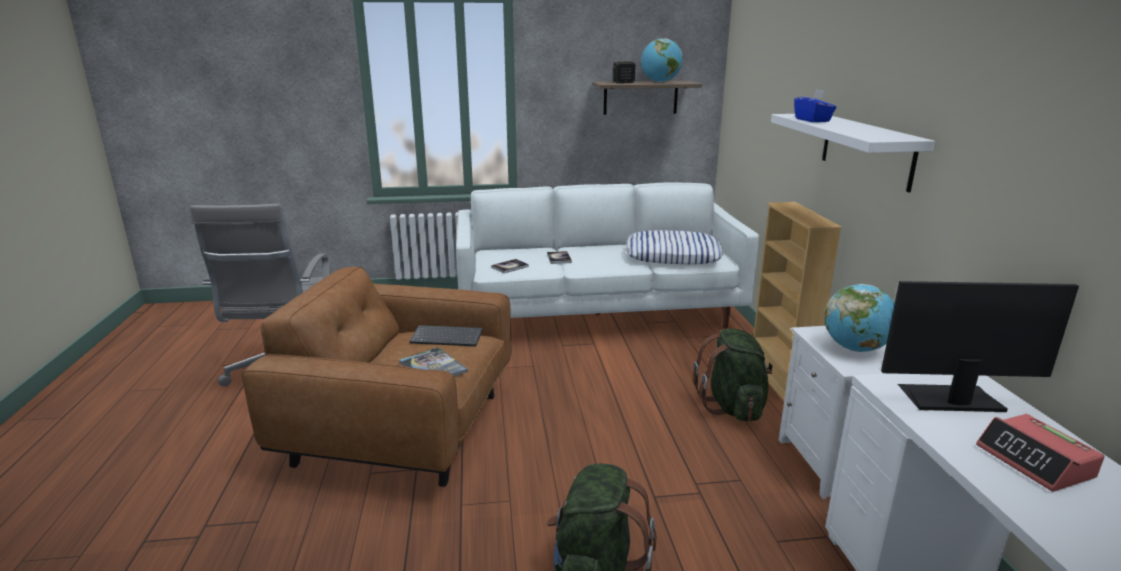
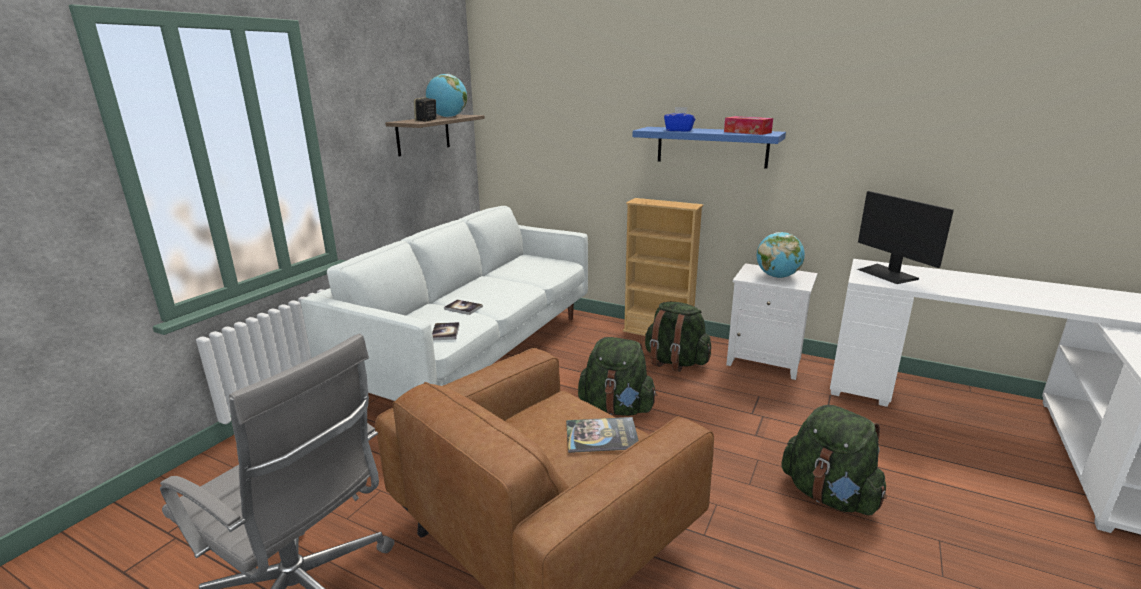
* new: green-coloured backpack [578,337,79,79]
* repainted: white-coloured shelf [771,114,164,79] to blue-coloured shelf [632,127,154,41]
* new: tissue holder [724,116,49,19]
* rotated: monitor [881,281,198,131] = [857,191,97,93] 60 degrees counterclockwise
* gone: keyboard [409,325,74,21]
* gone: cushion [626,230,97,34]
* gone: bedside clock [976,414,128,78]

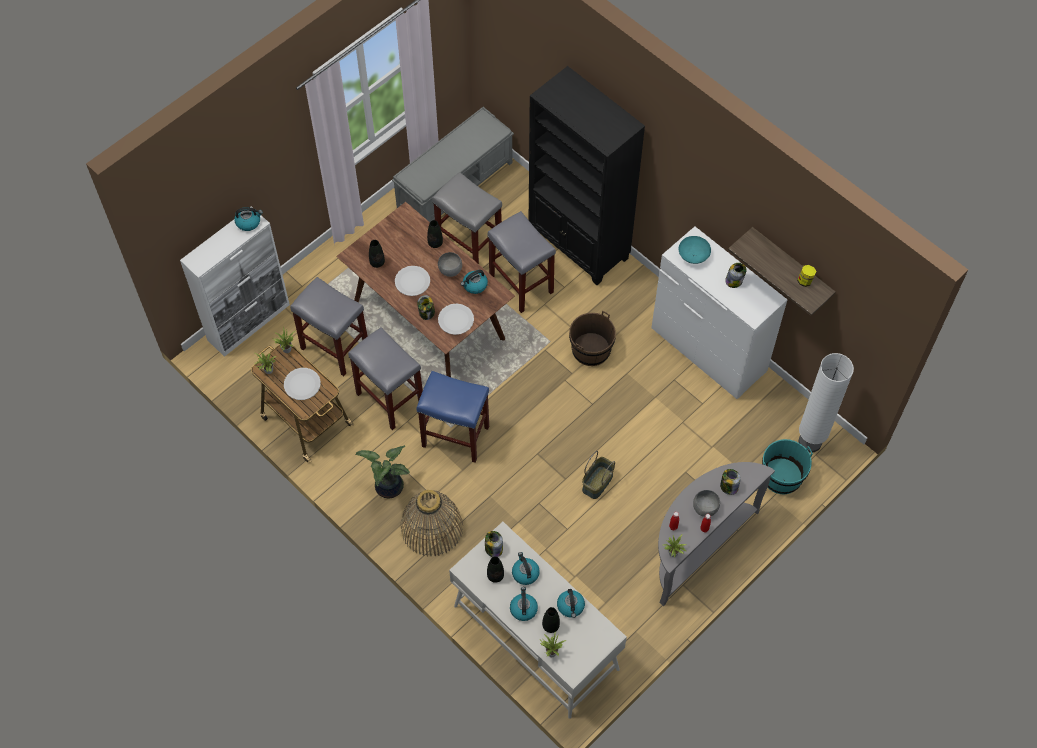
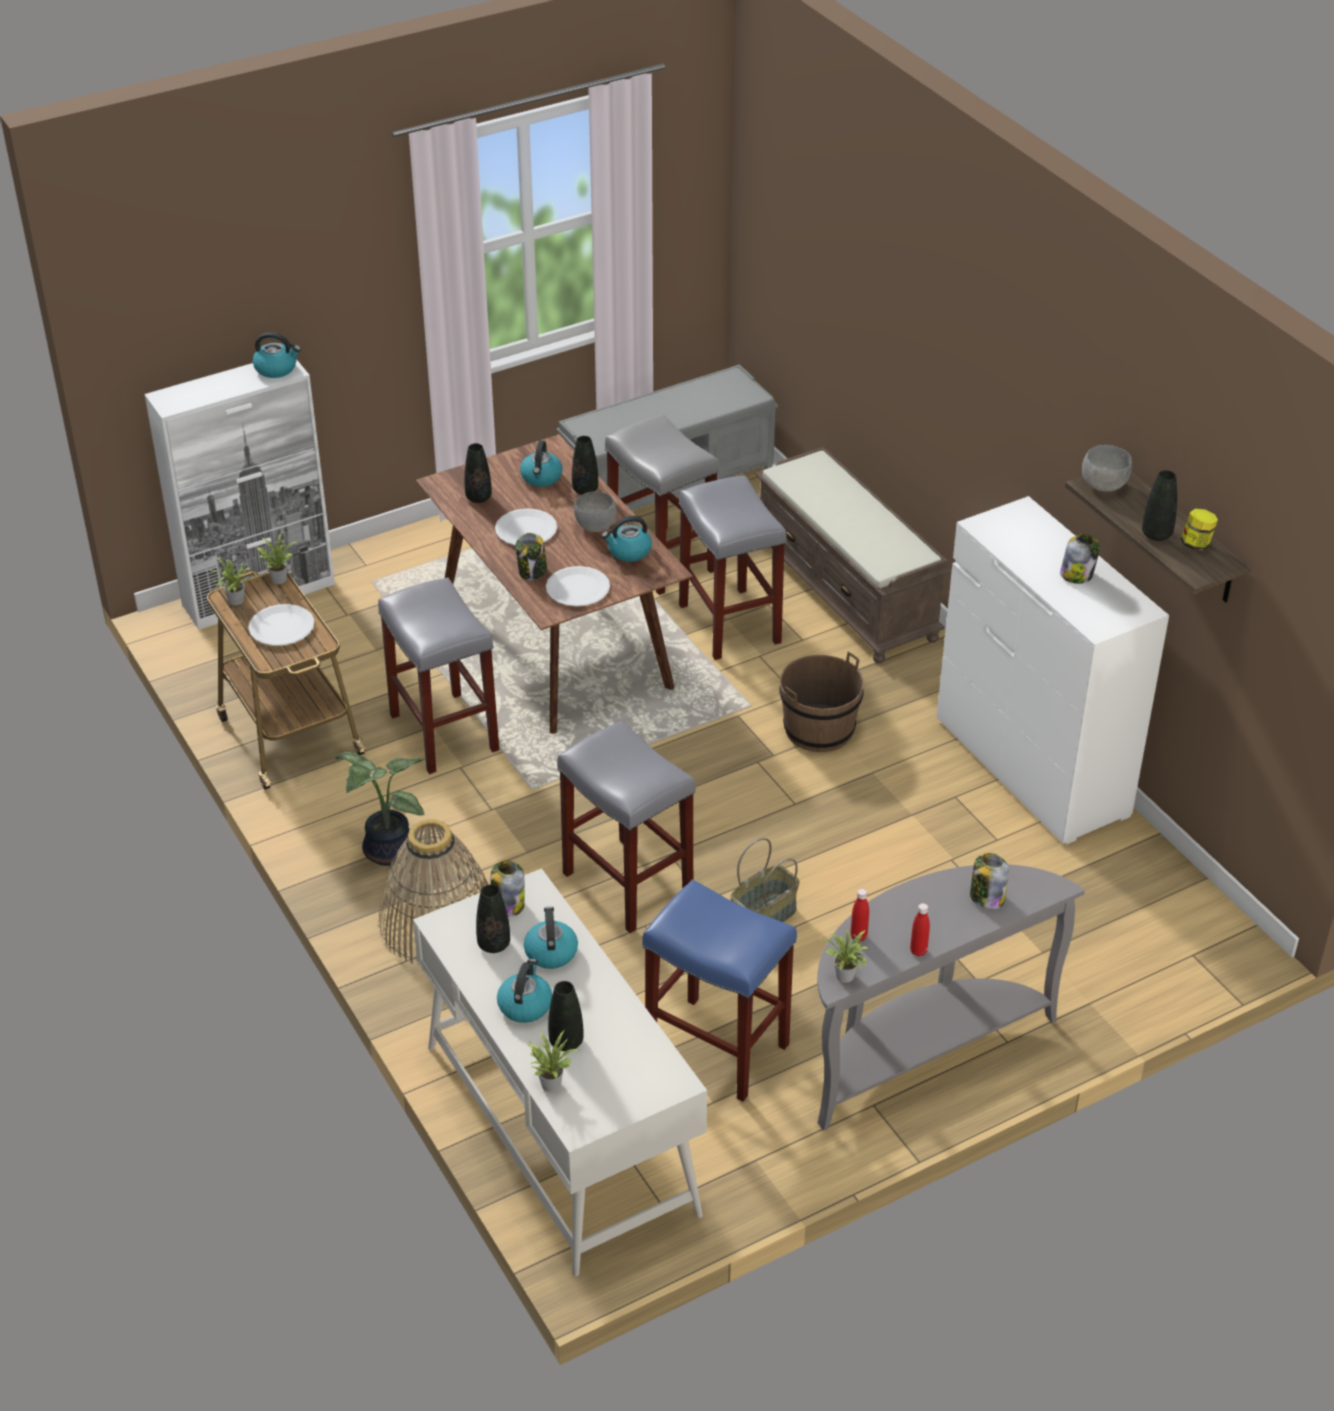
* shifted: tea kettle [557,589,28,29] to [520,440,42,47]
* shifted: grey sitting stool [290,277,78,99] to [557,721,139,212]
* shifted: blue-coloured sitting stool [416,371,73,92] to [642,880,155,222]
* swapped: black shelving unit [529,66,116,219] to brown-coloured long seat [755,447,196,216]
* shifted: grey serving bowl [693,490,27,27] to [1082,445,50,47]
* new: black decorative vase [1142,470,35,71]
* gone: turquoise serving bowl [679,236,32,28]
* gone: turquoise pail [762,439,51,55]
* gone: white-coloured floor lamp [799,353,55,100]

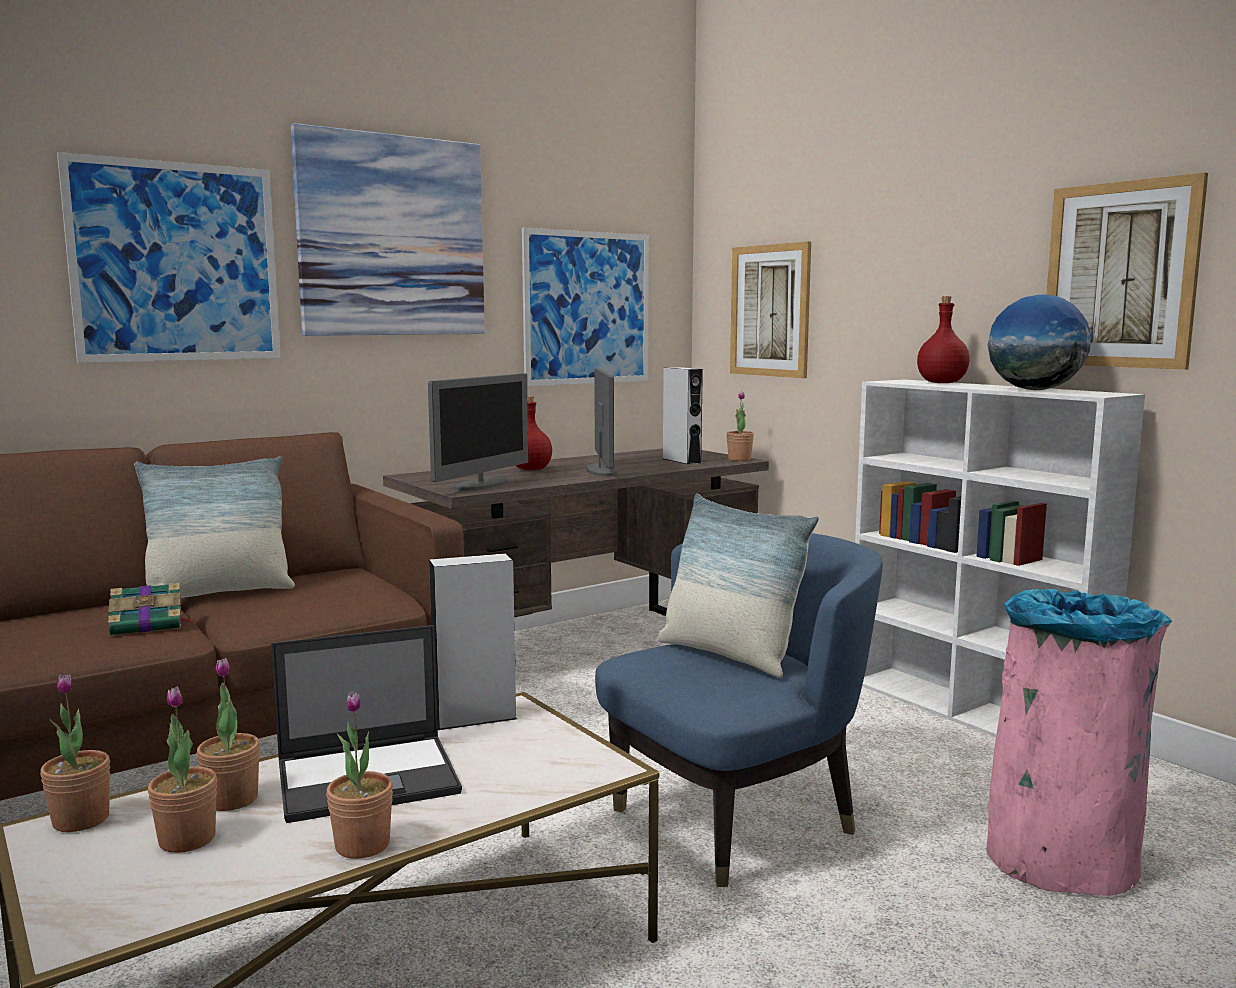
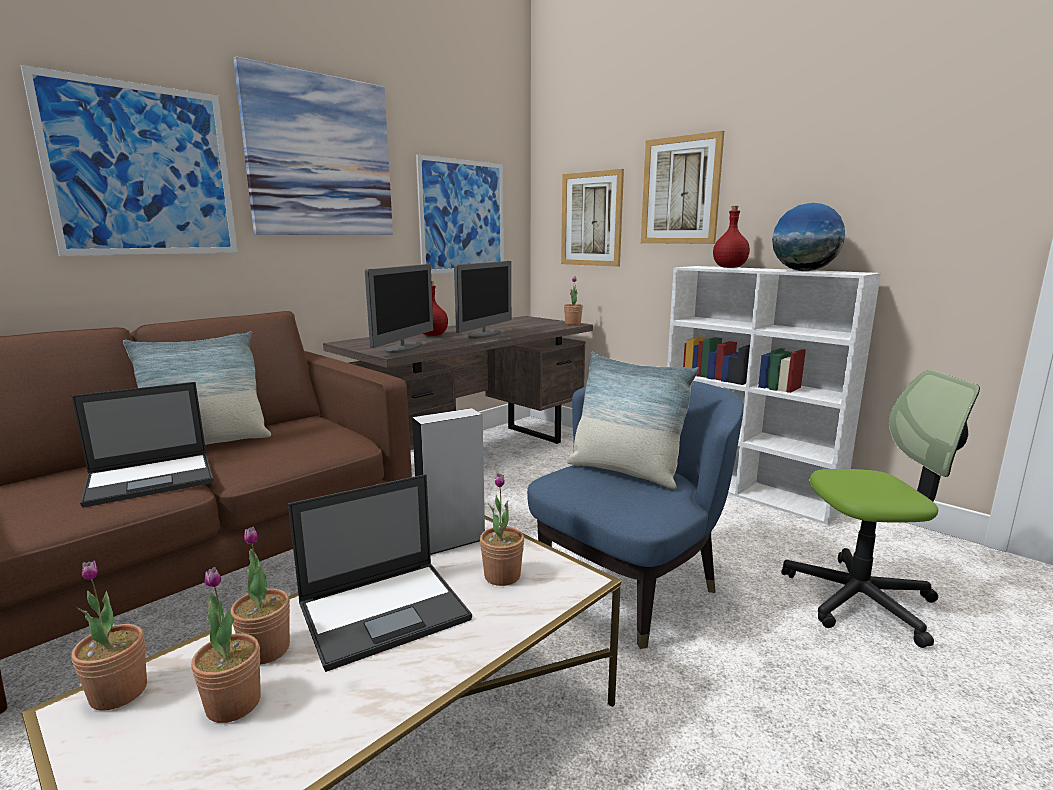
* swapped: book [108,583,86,53] to notebook computer [72,382,141,126]
* rotated: monitor [587,368,32,108] = [454,261,58,78] 45 degrees clockwise
* shifted: potted plant [326,691,67,168] to [480,473,44,113]
* shifted: wall picture [1047,173,161,197] to [641,131,83,113]
* swapped: pinkish waste bin [986,589,186,307] to desk chair [781,370,199,278]
* gone: grey audio speaker [663,367,40,97]

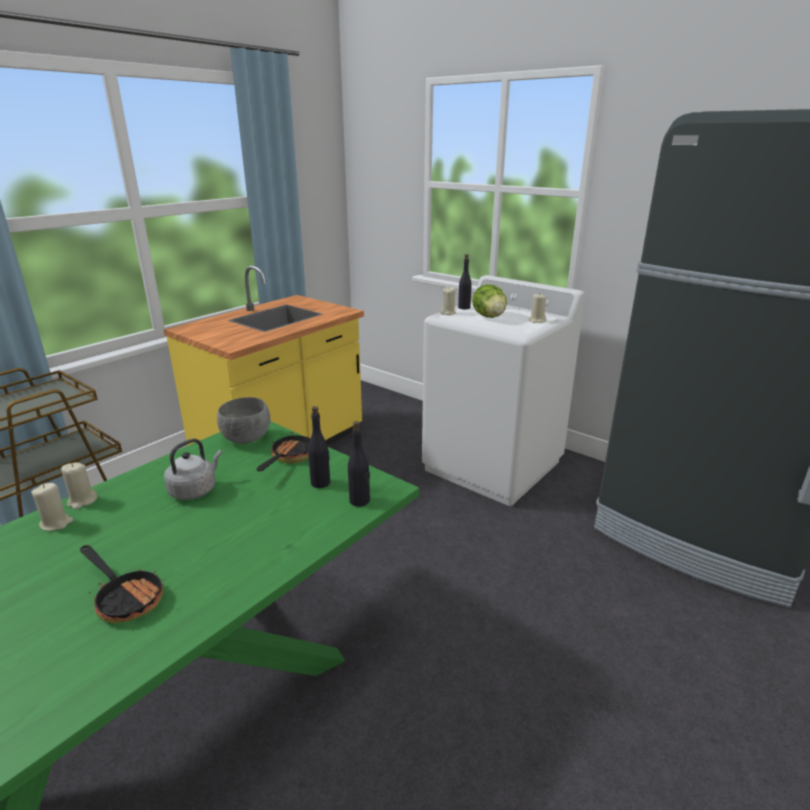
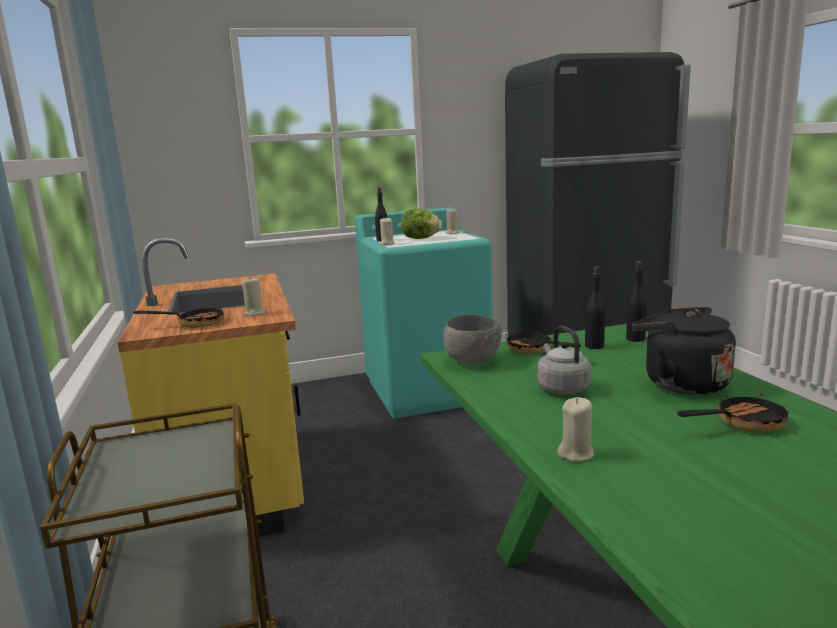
* new: frying pan [133,304,91,24]
* shifted: beige-coloured wax candle [61,462,37,47] to [242,276,24,40]
* repainted: white-coloured laundry machine [422,275,163,231] to turquoise laundry machine [355,207,138,212]
* new: black tea kettle [632,307,104,88]

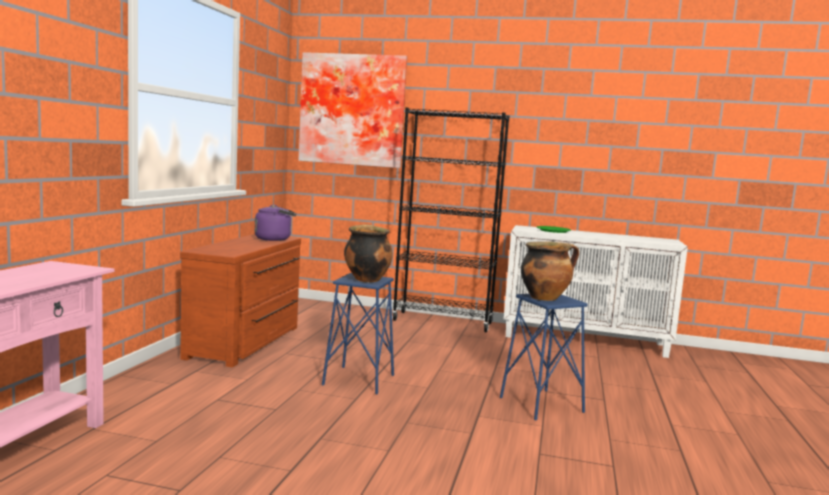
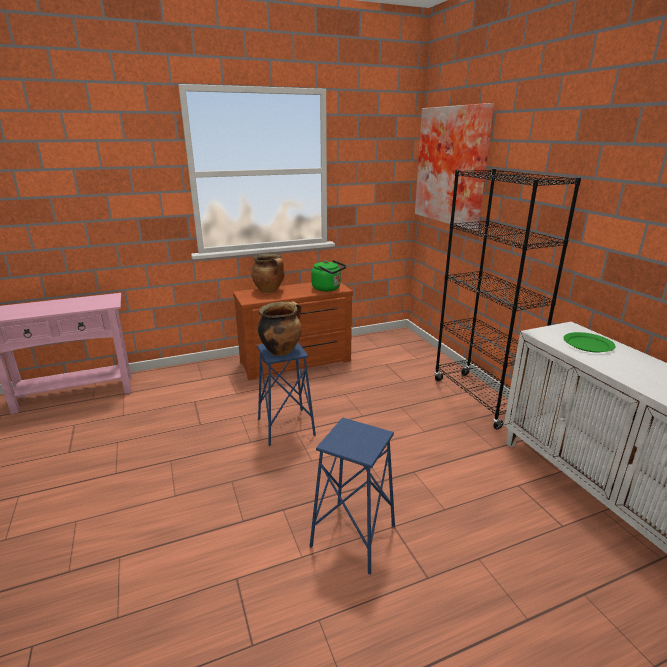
* shifted: saucepot [521,241,58,60] to [251,254,34,39]
* repainted: purple tea kettle [255,205,41,36] to green-coloured tea kettle [311,260,35,31]

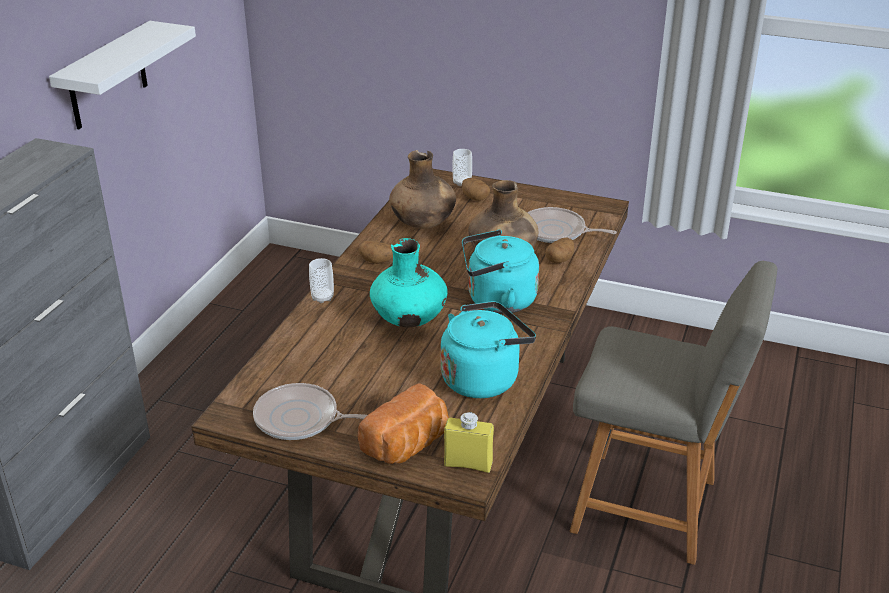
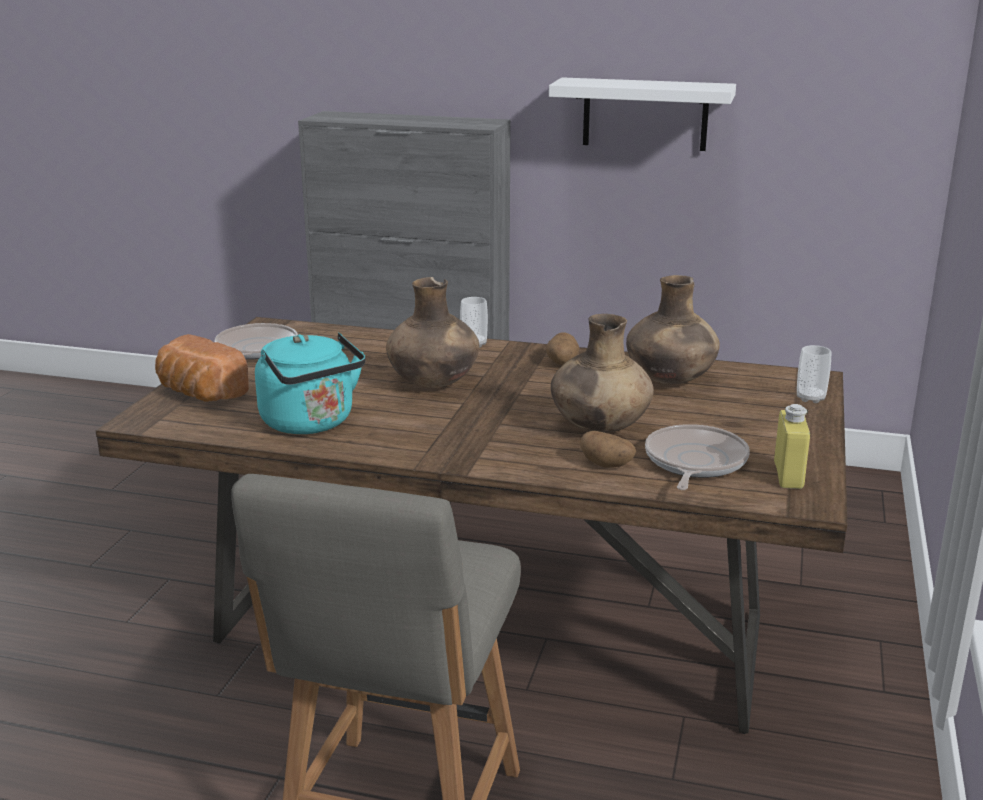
* repainted: turquoise decorative vase [370,238,78,89] to brown-coloured decorative vase [386,277,93,111]
* shifted: yellowish beverage bottle [444,412,50,61] to [774,404,36,85]
* gone: potato [462,178,28,23]
* gone: turquoise tea kettle [462,230,77,84]

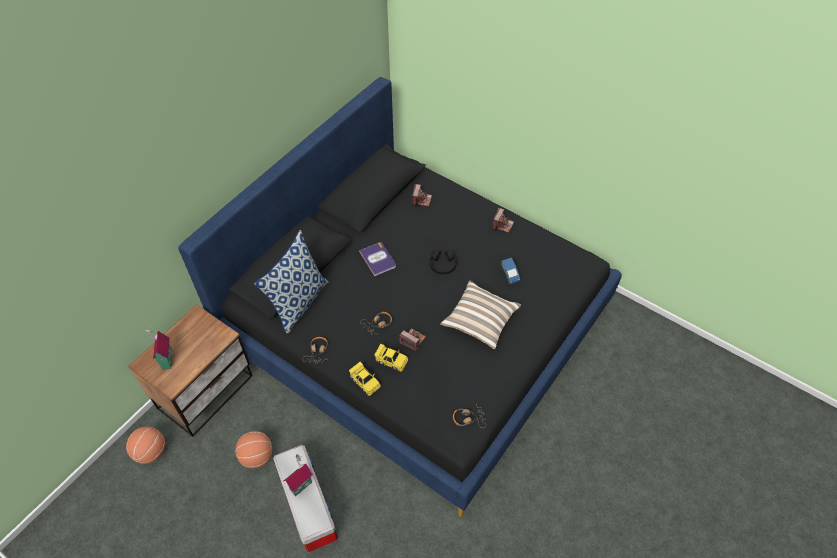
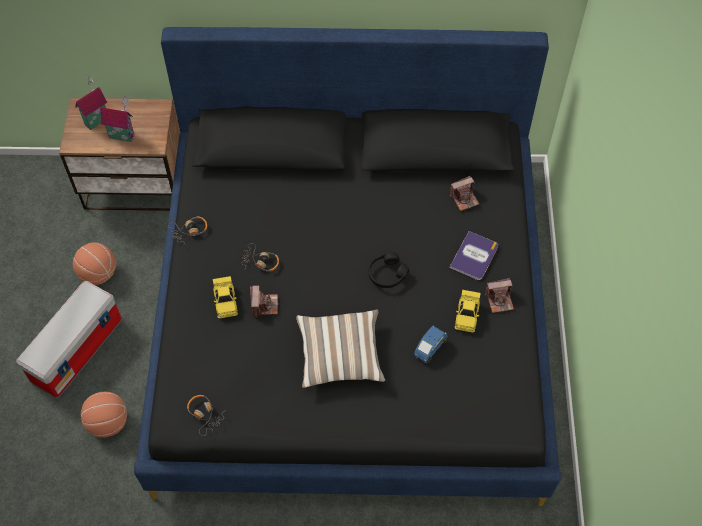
* shifted: basketball ball [126,427,39,37] to [81,392,46,46]
* shifted: miniature house [284,454,29,42] to [100,96,34,46]
* shifted: book [359,242,37,34] to [450,231,48,49]
* shifted: yellowish miniature car [349,362,32,34] to [454,290,27,43]
* gone: cushion [254,230,75,104]

